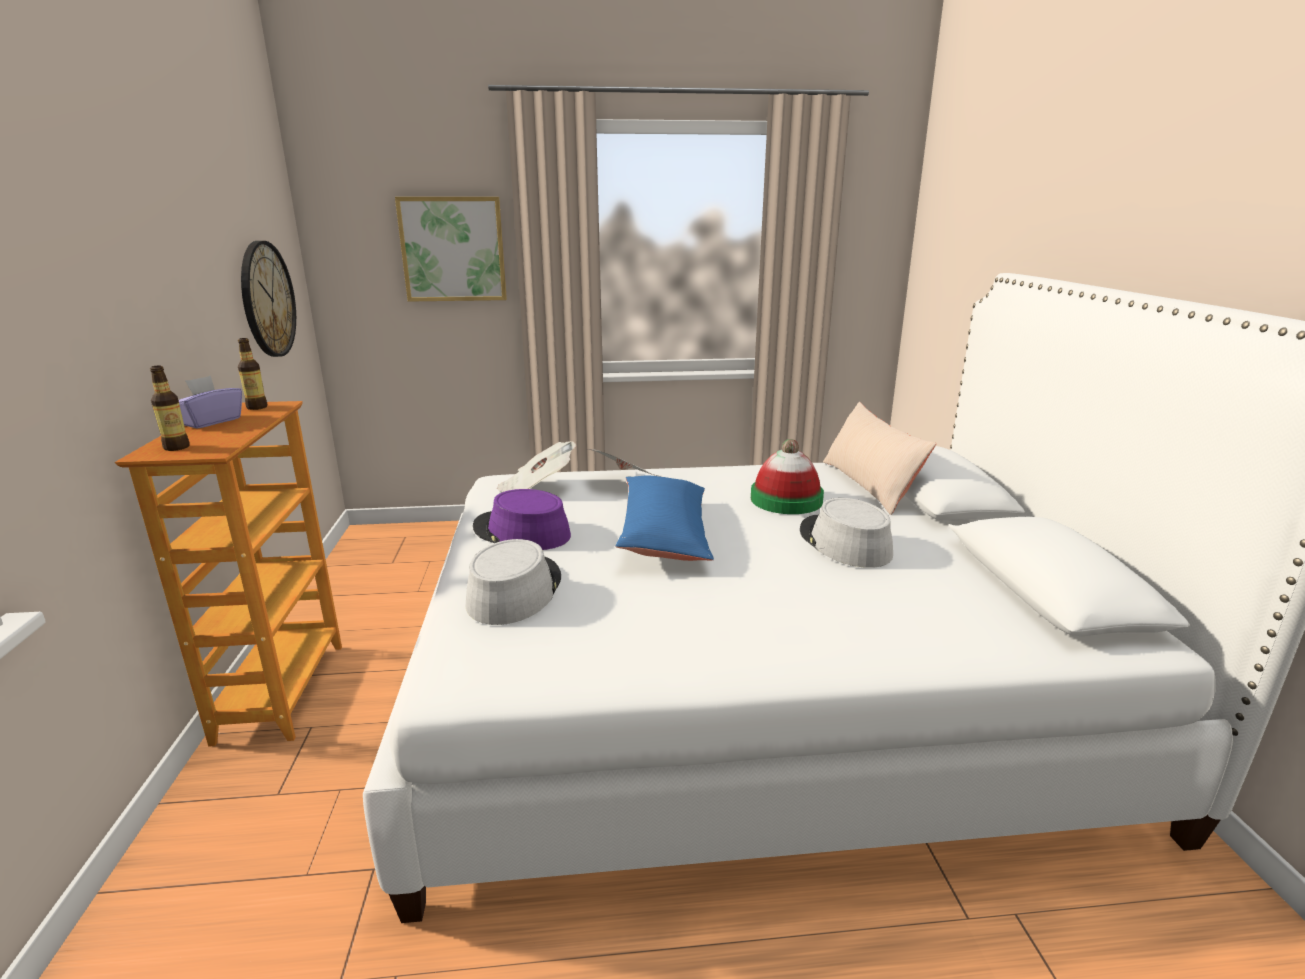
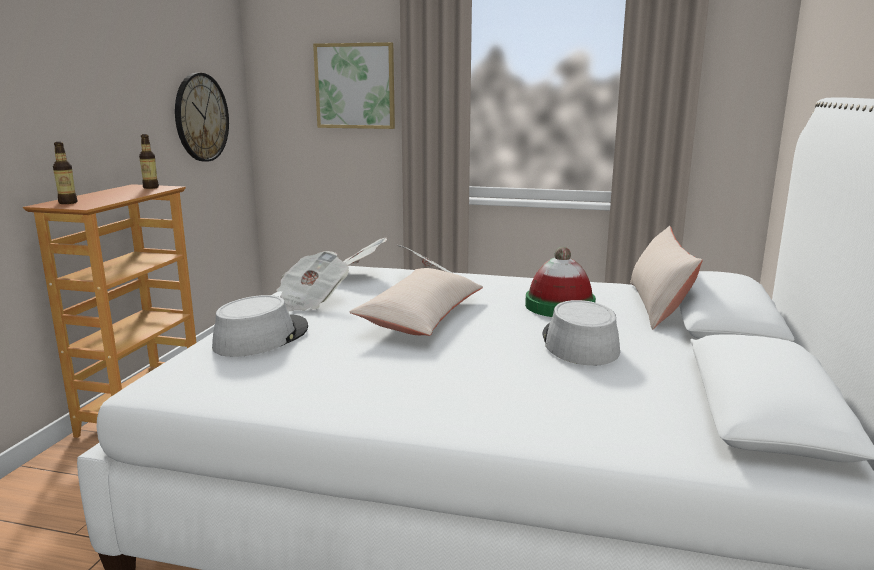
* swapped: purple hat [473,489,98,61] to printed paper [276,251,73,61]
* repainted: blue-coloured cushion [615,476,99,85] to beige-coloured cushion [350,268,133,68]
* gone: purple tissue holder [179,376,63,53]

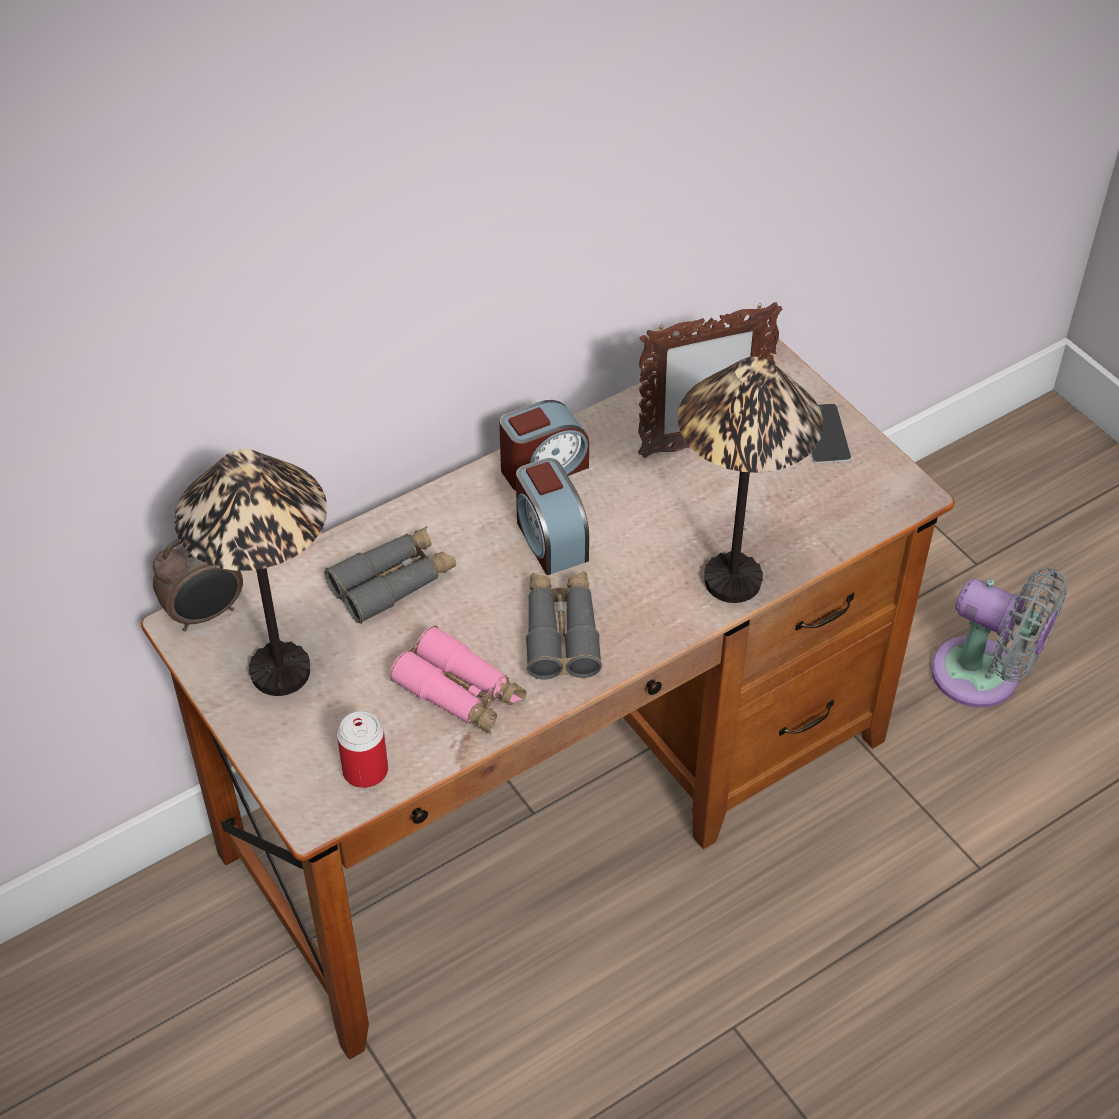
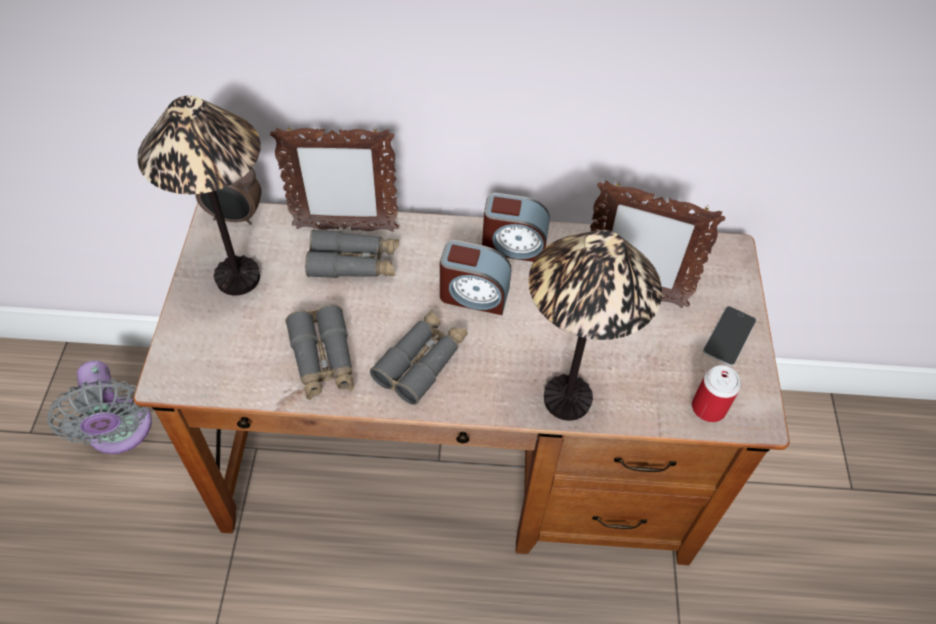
* shifted: grey electric fan [931,568,136,139] to [47,360,105,94]
* new: photo frame [270,126,129,106]
* repainted: pinkish pair of binoculars [390,626,137,108] to grey pair of binoculars [285,304,69,96]
* rotated: bedside clock [516,458,73,117] = [440,240,71,75] 90 degrees counterclockwise
* shifted: can [337,711,51,77] to [692,365,49,57]

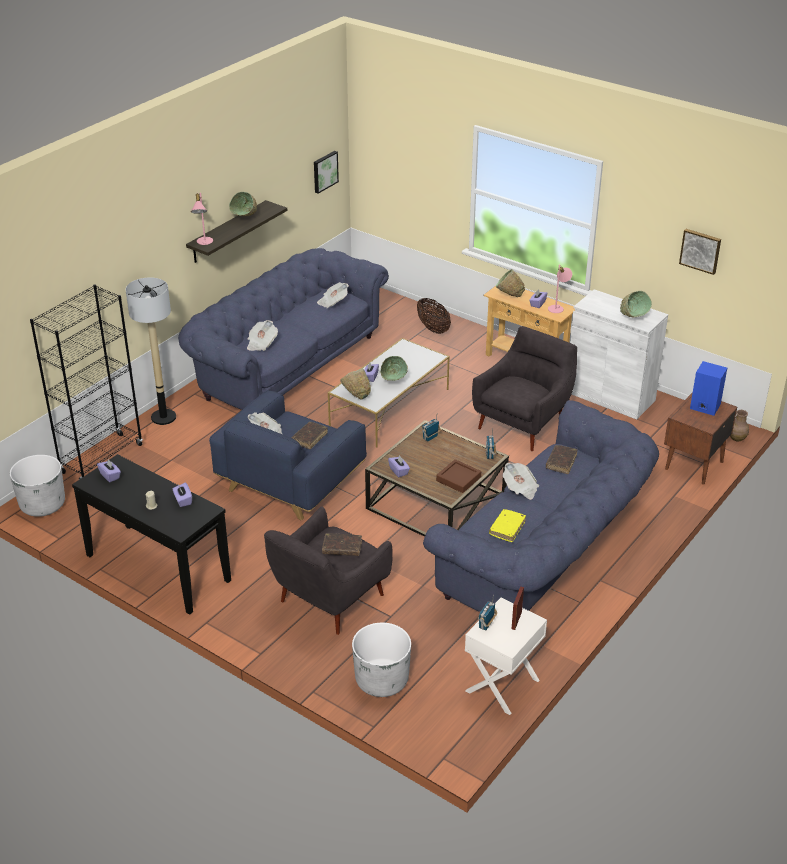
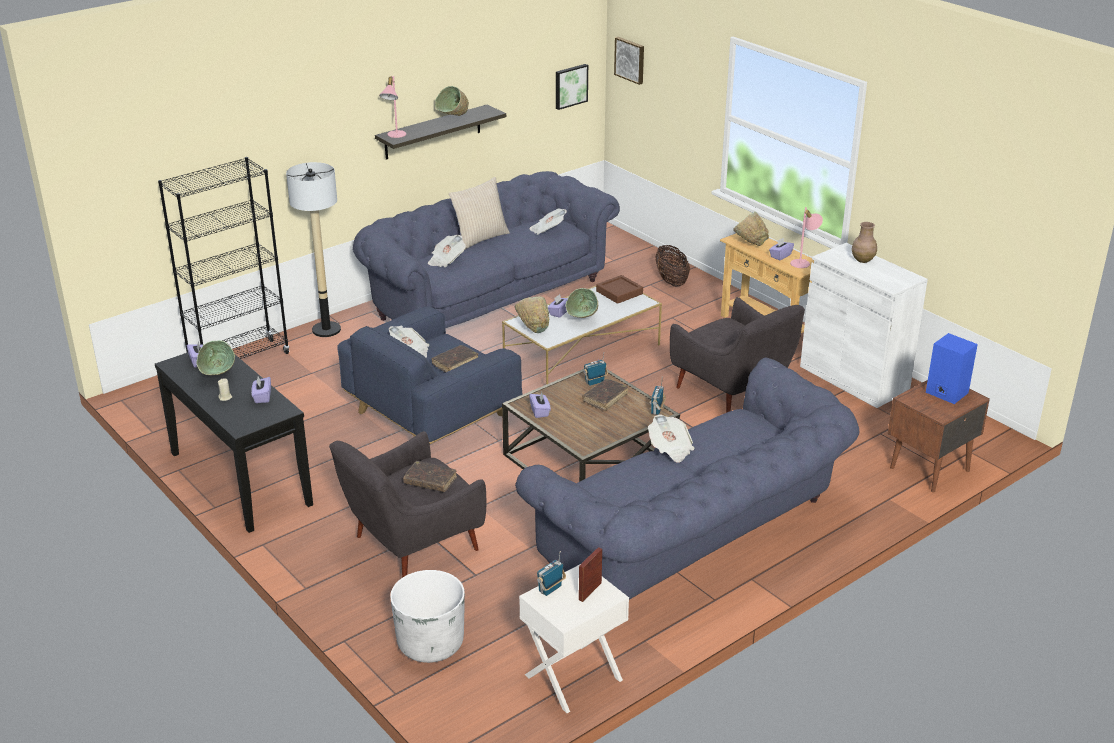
* shifted: green-coloured serving bowl [620,291,32,26] to [197,340,38,35]
* new: beige-coloured cushion [449,177,61,72]
* shifted: brown-coloured book [546,445,31,29] to [583,379,45,32]
* shifted: brown-coloured serving tray [436,459,45,34] to [596,275,47,29]
* shifted: wall picture [679,229,42,46] to [614,37,30,48]
* rotated: grey easy chair [472,326,105,125] = [670,297,135,116] 90 degrees clockwise
* shifted: brown-coloured decorative vase [730,410,19,31] to [852,222,25,41]
* gone: white-coloured planter [10,455,55,62]
* gone: yellowish book [489,509,37,33]

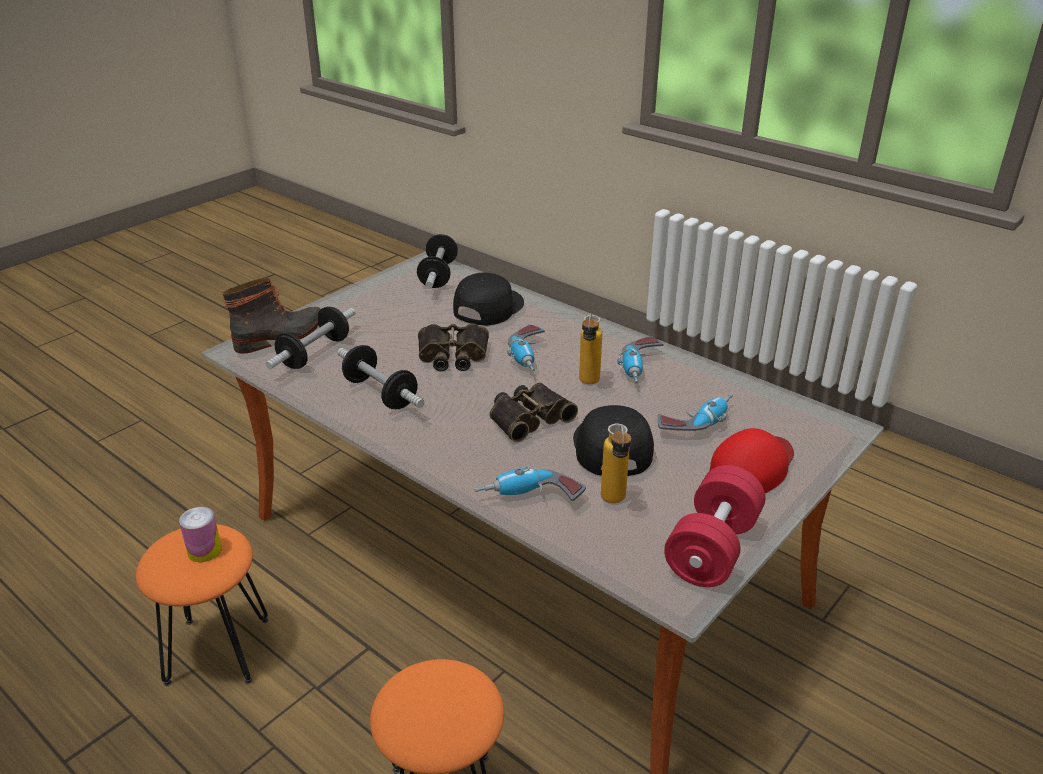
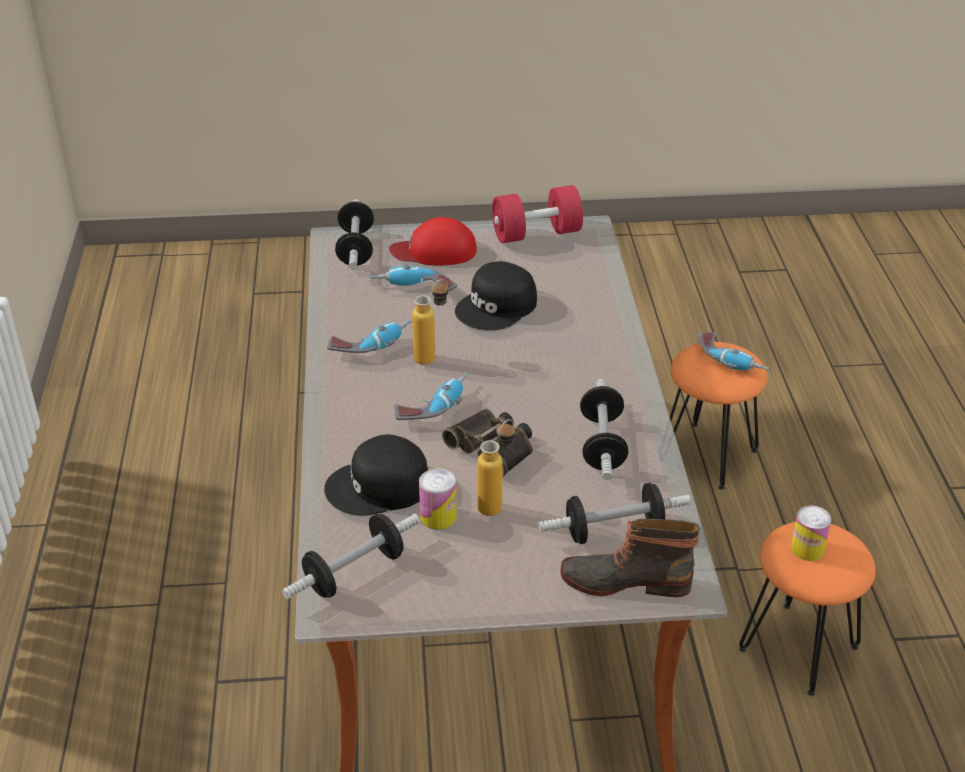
* new: free weight [335,199,39,70]
* new: can [419,469,38,61]
* shifted: beverage bottle [601,423,30,80] to [477,419,38,97]
* shifted: power drill [475,467,111,34] to [698,332,71,39]
* gone: pair of binoculars [489,383,89,59]

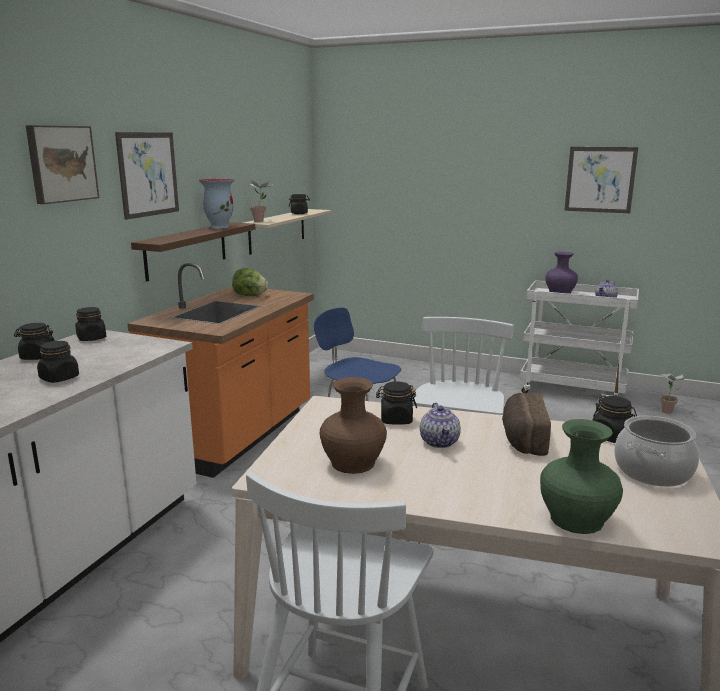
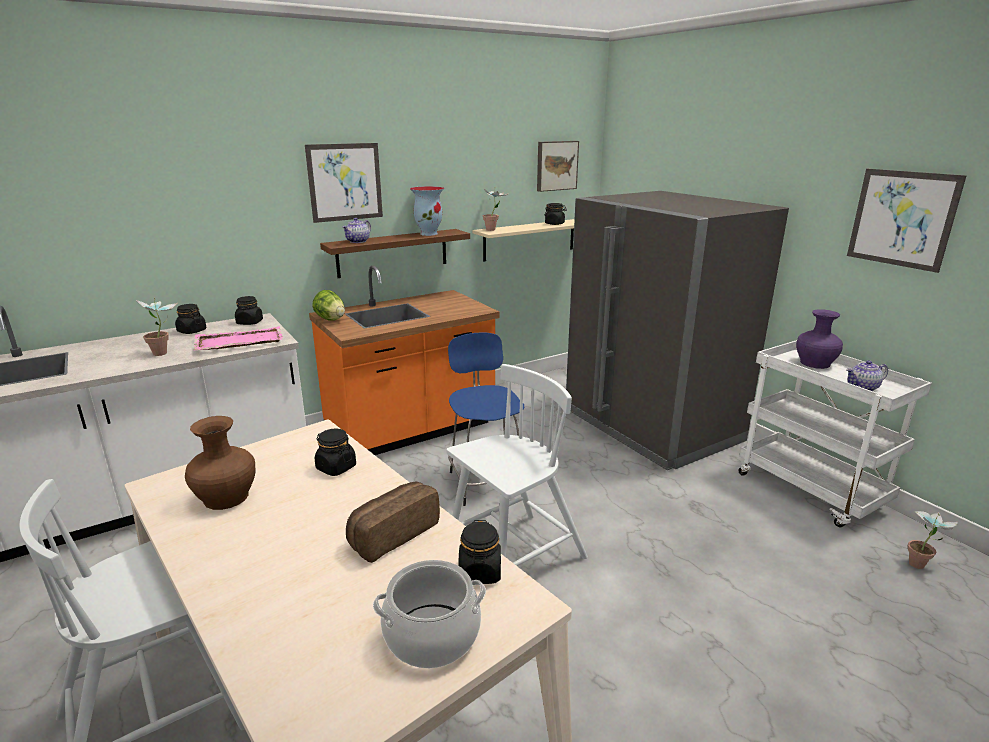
* swapped: black storage jar [37,341,42,42] to potted plant [135,298,42,58]
* new: pinkish serving tray [193,326,90,24]
* shifted: lettuce [232,268,36,28] to [312,290,33,31]
* shifted: tea pot [420,403,41,45] to [342,218,29,25]
* shifted: wall picture [26,125,73,79] to [537,141,42,51]
* new: grey refrigerator [566,191,223,279]
* gone: green-coloured decorative vase [540,419,83,115]

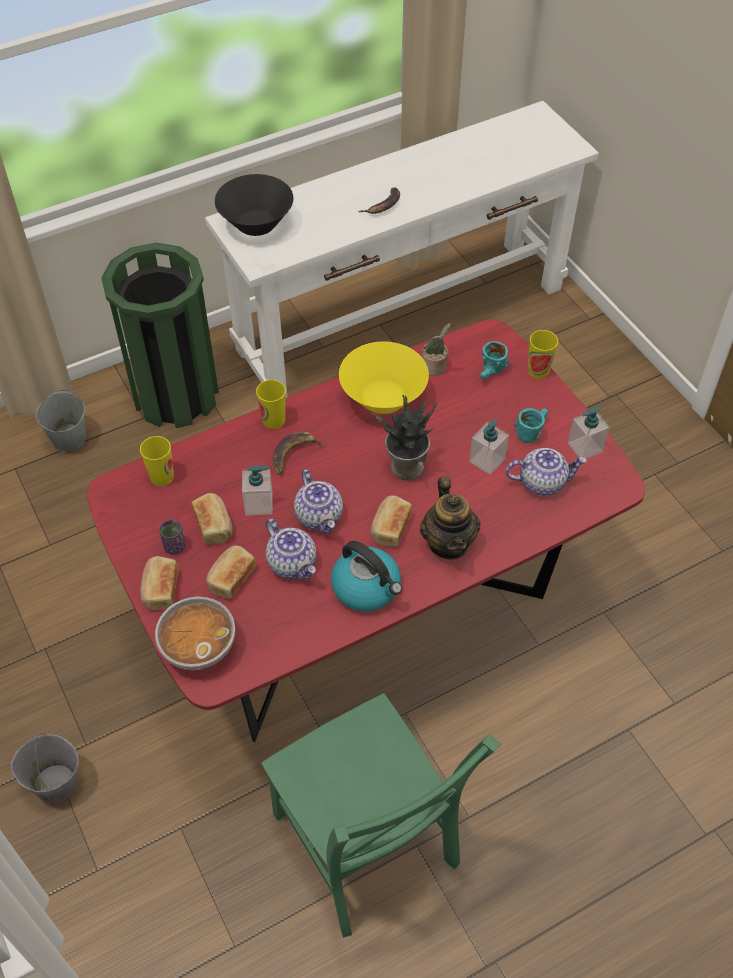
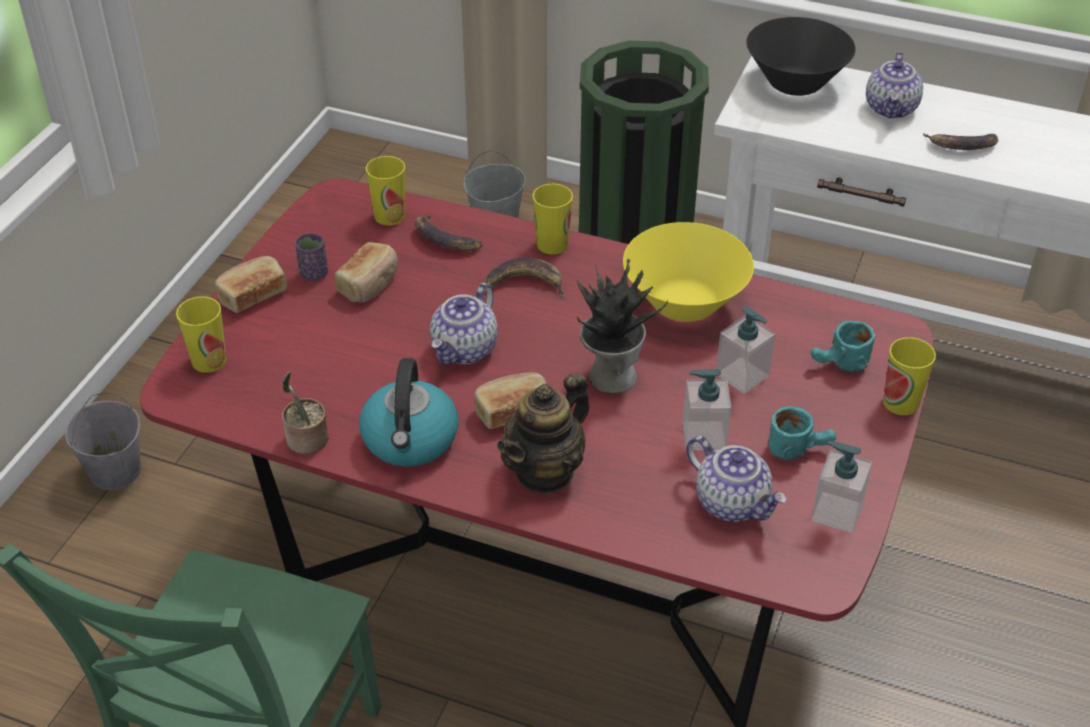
* swapped: serving bowl [155,597,80,74] to small cup [176,297,51,76]
* shifted: potted plant [422,323,29,53] to [282,371,47,83]
* new: banana fruit [415,214,68,37]
* shifted: liquid soap bottle [242,466,31,50] to [716,306,59,88]
* shifted: tea pot [265,518,51,62] to [866,52,57,67]
* gone: bakery bread [206,545,50,54]

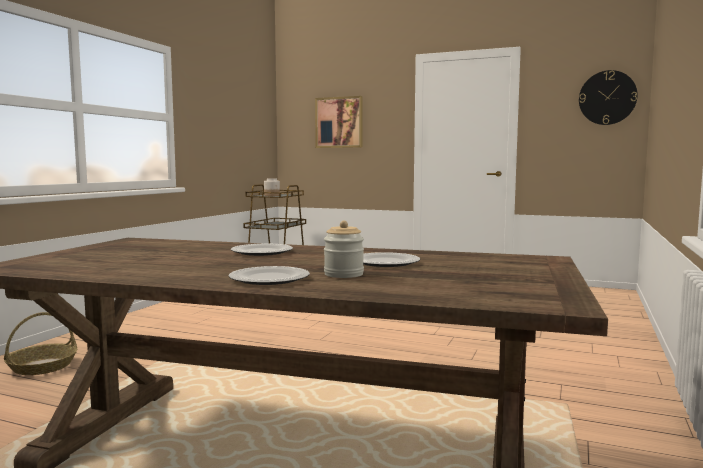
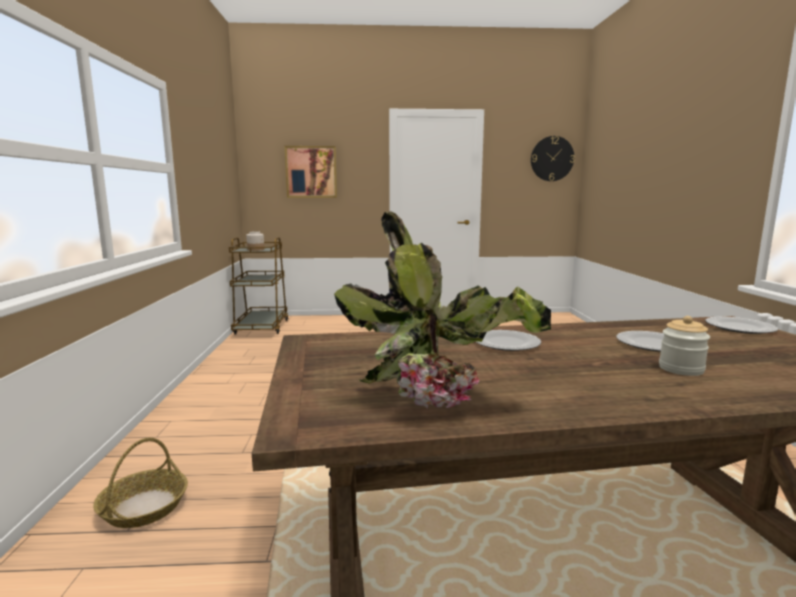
* new: potted plant [334,211,217,198]
* shifted: flat dish [229,266,81,19] to [705,317,73,17]

